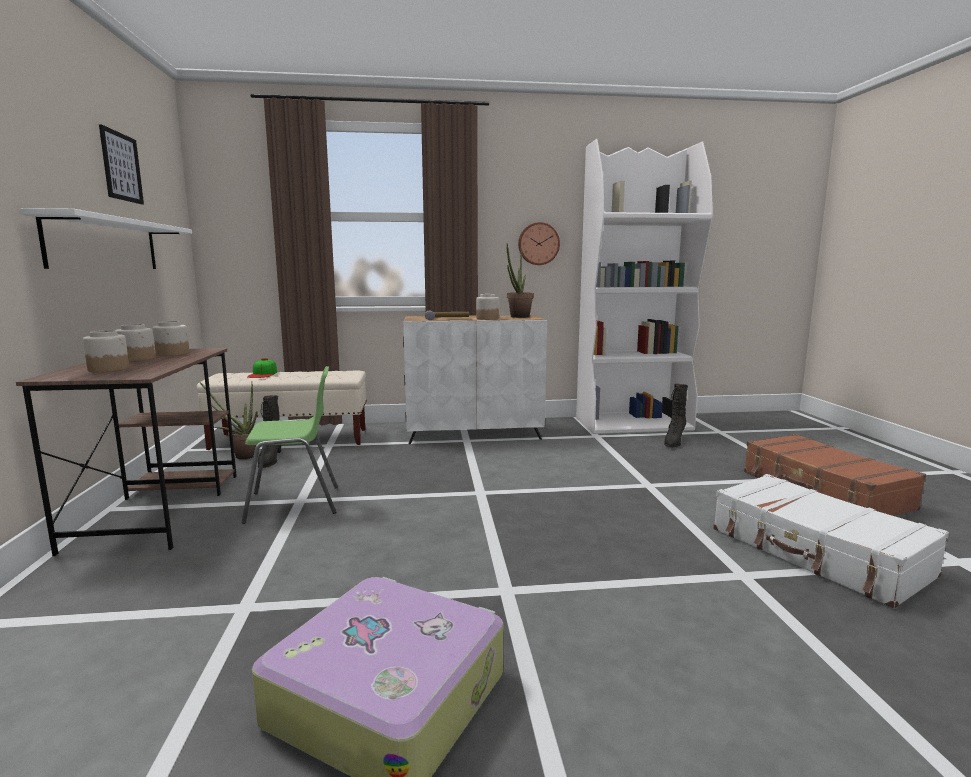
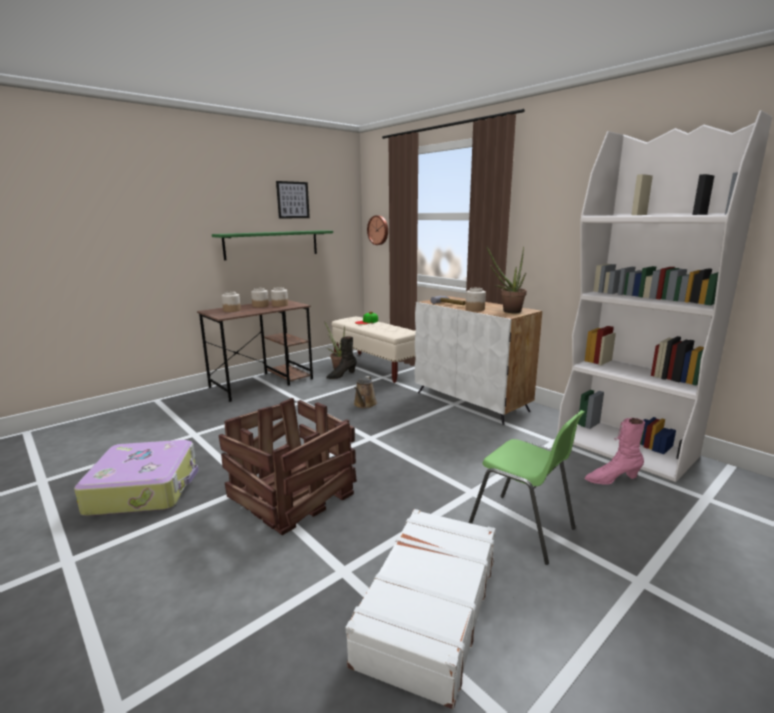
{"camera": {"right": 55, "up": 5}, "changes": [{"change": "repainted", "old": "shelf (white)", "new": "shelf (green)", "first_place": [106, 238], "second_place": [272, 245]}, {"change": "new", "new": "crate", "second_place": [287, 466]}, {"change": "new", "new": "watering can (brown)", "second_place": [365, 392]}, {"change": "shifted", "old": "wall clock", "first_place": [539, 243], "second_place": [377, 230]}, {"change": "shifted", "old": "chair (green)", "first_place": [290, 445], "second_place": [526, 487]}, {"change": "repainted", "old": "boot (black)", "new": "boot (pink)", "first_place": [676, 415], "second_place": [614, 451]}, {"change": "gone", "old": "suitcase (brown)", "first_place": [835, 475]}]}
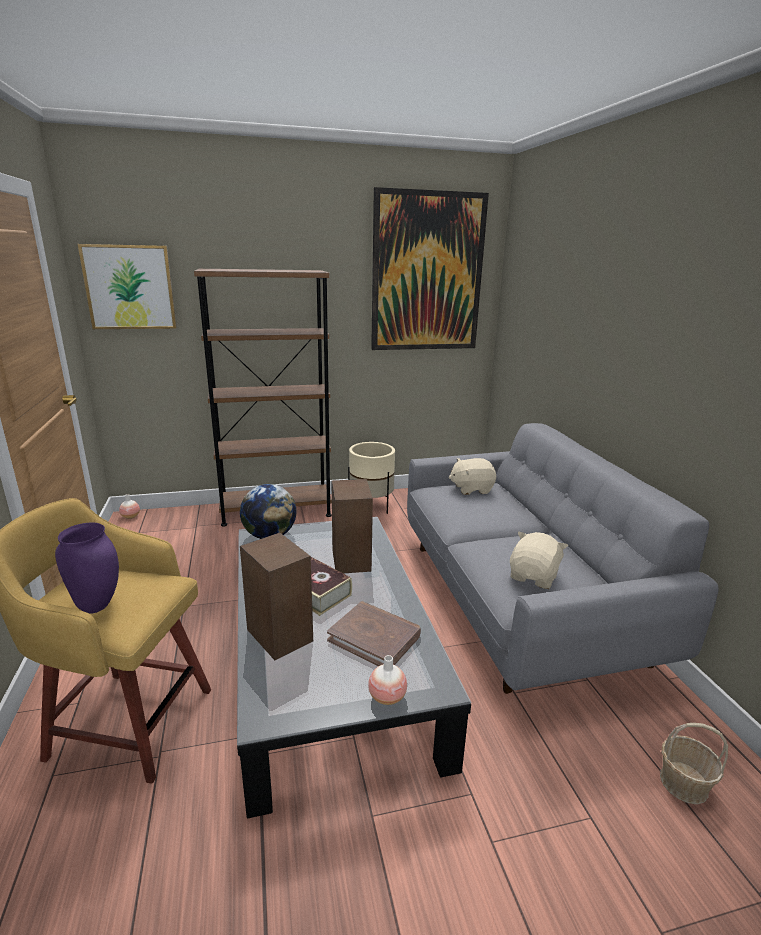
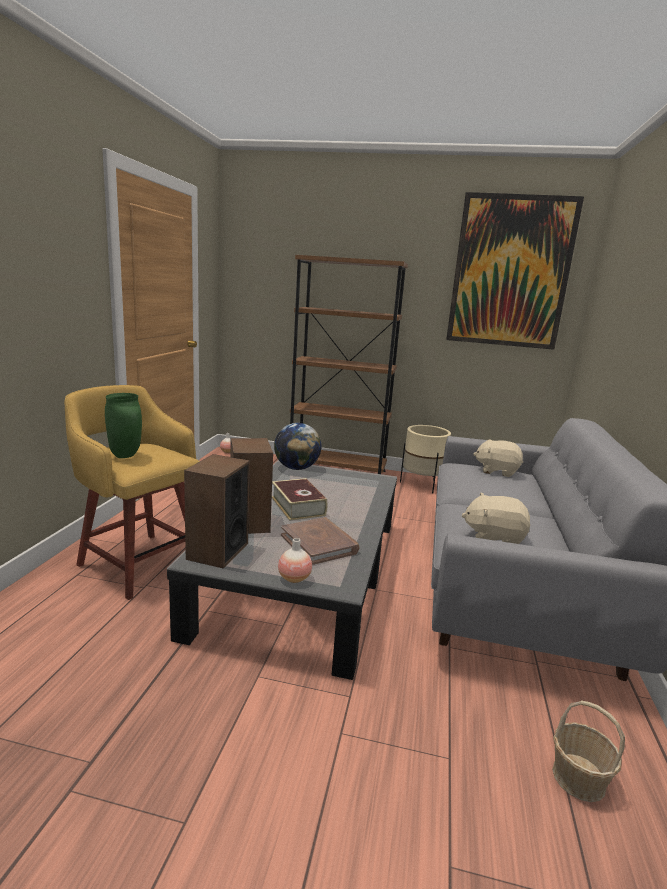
{"camera": {"right": 25, "up": -5}, "changes": [{"change": "repainted", "old": "vase (purple)", "new": "vase (green)", "first_place": [87, 568], "second_place": [123, 425]}, {"change": "shifted", "old": "speaker", "first_place": [352, 526], "second_place": [217, 511]}, {"change": "rotated", "old": "plush toy (beige)", "first_place": [539, 560], "second_place": [496, 518], "degrees": -135}, {"change": "gone", "old": "picture", "first_place": [127, 286]}]}
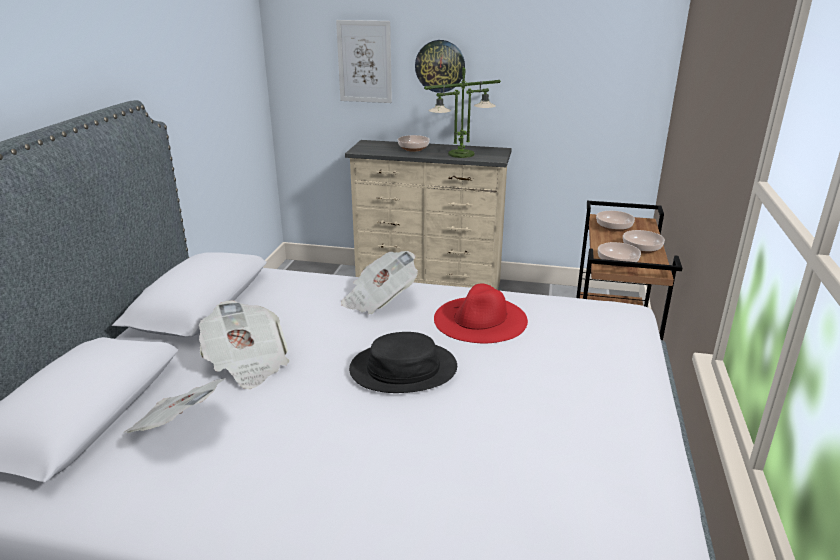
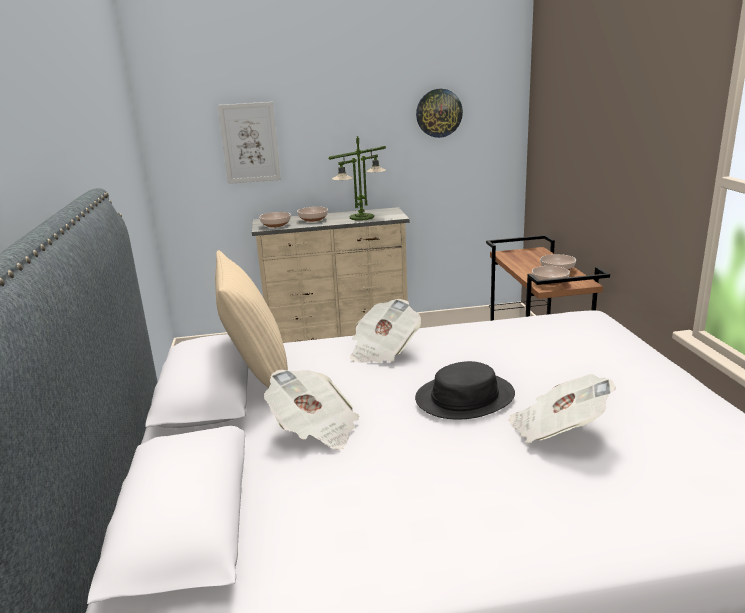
{"camera": {"right": -20, "up": -5}, "changes": [{"change": "new", "new": "pillow (beige)", "second_place": [251, 319]}, {"change": "shifted", "old": "bowl", "first_place": [615, 221], "second_place": [275, 219]}, {"change": "shifted", "old": "wall clock", "first_place": [440, 66], "second_place": [439, 113]}, {"change": "shifted", "old": "newspaper", "first_place": [175, 405], "second_place": [562, 408]}, {"change": "gone", "old": "hat (red)", "first_place": [481, 313]}]}
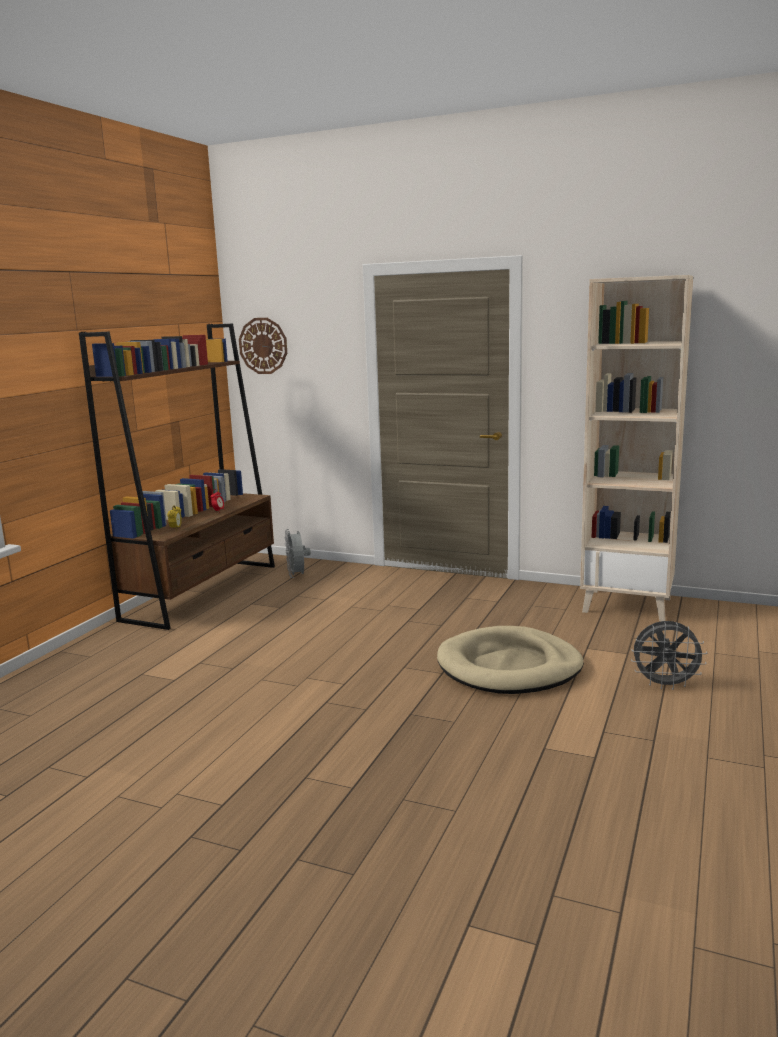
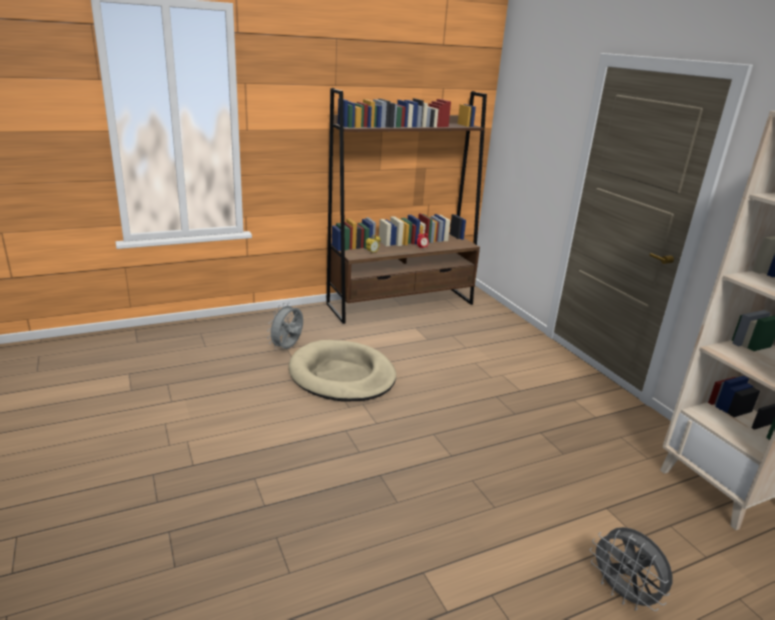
{"camera": {"right": 40, "up": 10}, "changes": [{"change": "shifted", "old": "fan (grey)", "first_place": [297, 553], "second_place": [285, 326]}, {"change": "shifted", "old": "dog bed (beige)", "first_place": [510, 660], "second_place": [342, 371]}, {"change": "gone", "old": "wall clock", "first_place": [263, 346]}]}
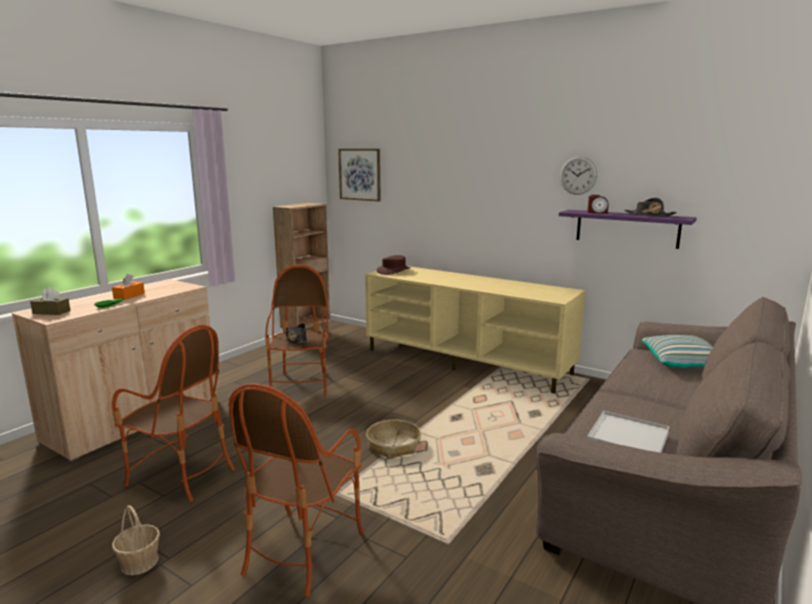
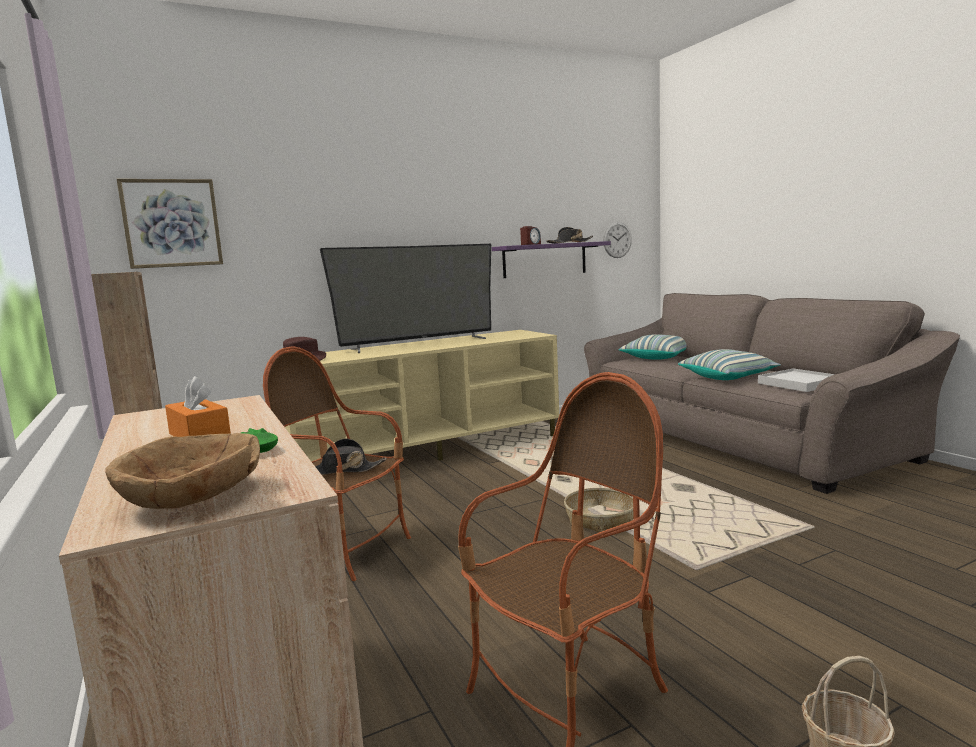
{"camera": {"right": -60, "up": -5}, "changes": [{"change": "swapped", "old": "tissue box (brown)", "new": "bowl (brown)", "first_place": [50, 301], "second_place": [182, 471]}, {"change": "new", "new": "television", "second_place": [405, 298]}, {"change": "shifted", "old": "wall clock", "first_place": [578, 175], "second_place": [617, 240]}, {"change": "new", "new": "pillow", "second_place": [729, 364]}, {"change": "gone", "old": "armchair", "first_place": [296, 490]}]}
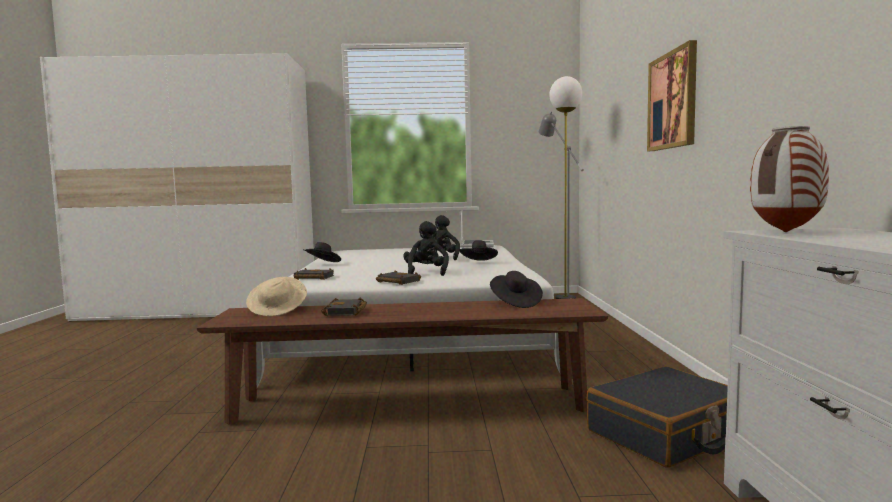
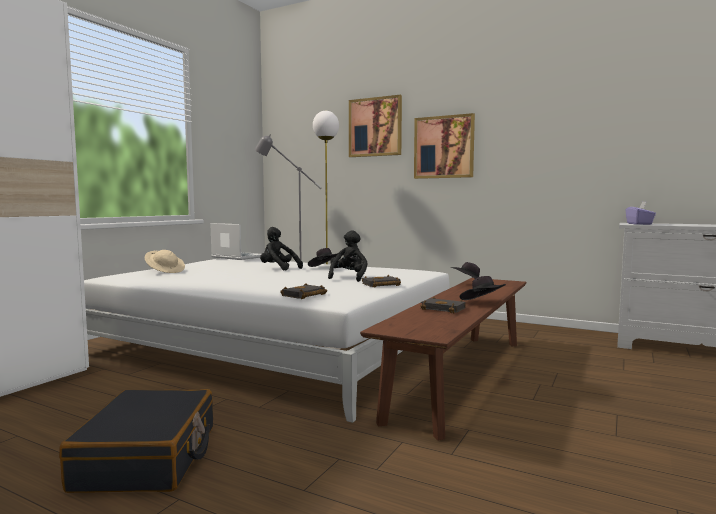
{"camera": {"right": -60, "up": 0}, "changes": [{"change": "shifted", "old": "suitcase (black)", "first_place": [657, 417], "second_place": [136, 441]}, {"change": "shifted", "old": "hat (beige)", "first_place": [276, 296], "second_place": [165, 261]}, {"change": "rotated", "old": "plush toy (black)", "first_place": [426, 248], "second_place": [348, 256], "degrees": 75}, {"change": "new", "new": "picture", "second_place": [375, 126]}, {"change": "shifted", "old": "hat (black)", "first_place": [322, 252], "second_place": [483, 288]}, {"change": "swapped", "old": "vase", "new": "tissue box (purple)", "first_place": [789, 179], "second_place": [641, 213]}]}
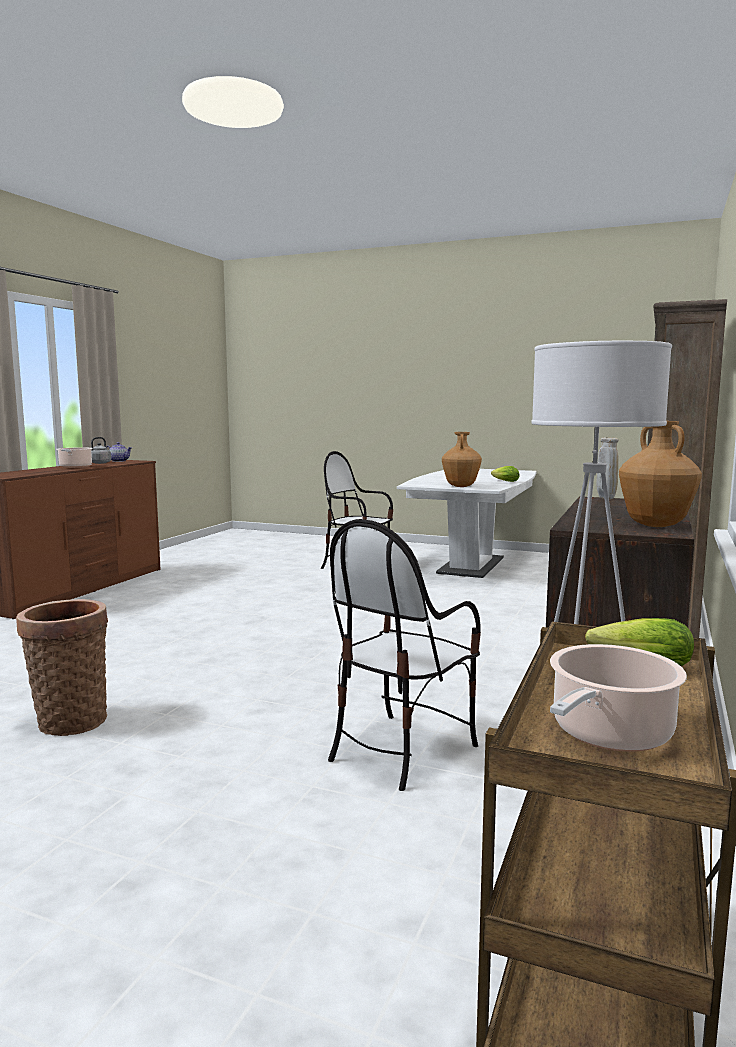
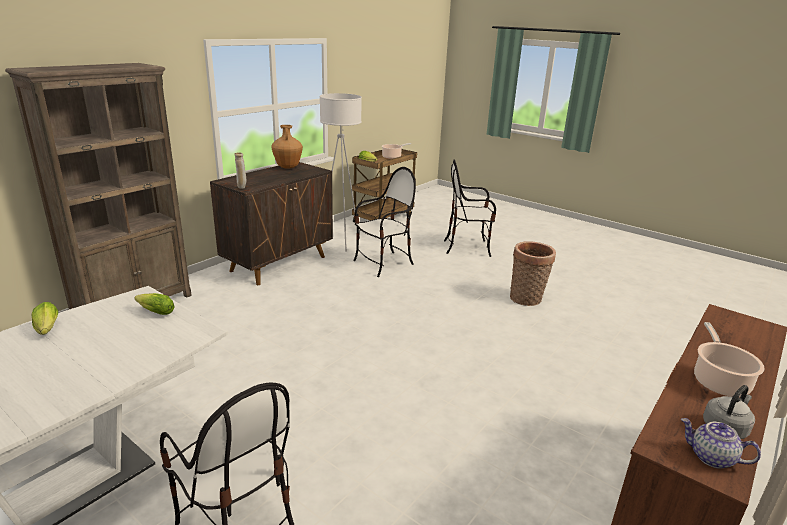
{"camera": {"right": -165, "up": 15}, "changes": [{"change": "swapped", "old": "vase (brown)", "new": "lettuce", "first_place": [462, 459], "second_place": [154, 304]}, {"change": "new", "new": "chair", "second_place": [470, 208]}]}
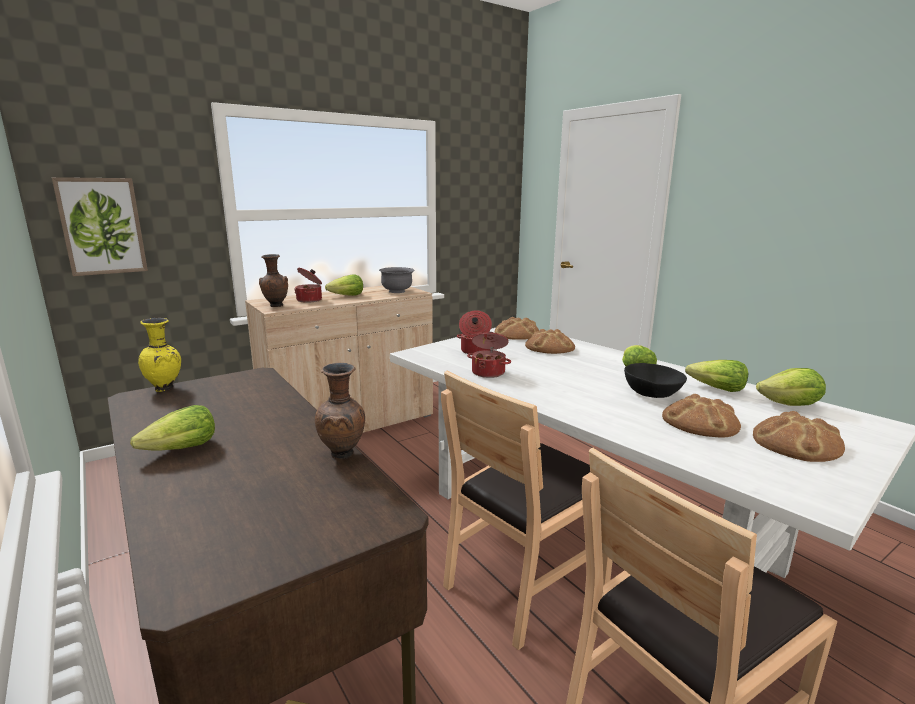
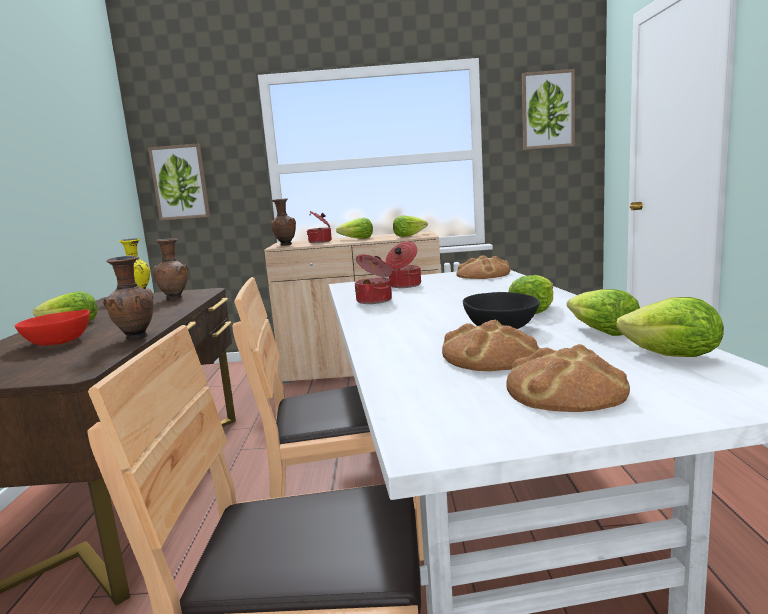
{"camera": {"right": 35, "up": -5}, "changes": [{"change": "new", "new": "bowl (red)", "second_place": [52, 327]}, {"change": "new", "new": "vase (brown)", "second_place": [170, 269]}, {"change": "swapped", "old": "bowl (grey)", "new": "lettuce", "first_place": [396, 280], "second_place": [410, 226]}, {"change": "new", "new": "picture", "second_place": [548, 109]}, {"change": "gone", "old": "bread", "first_place": [550, 341]}]}
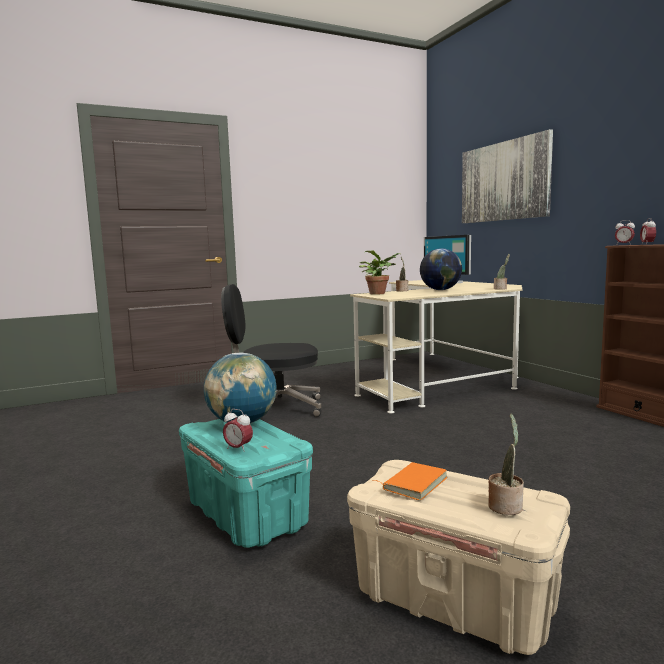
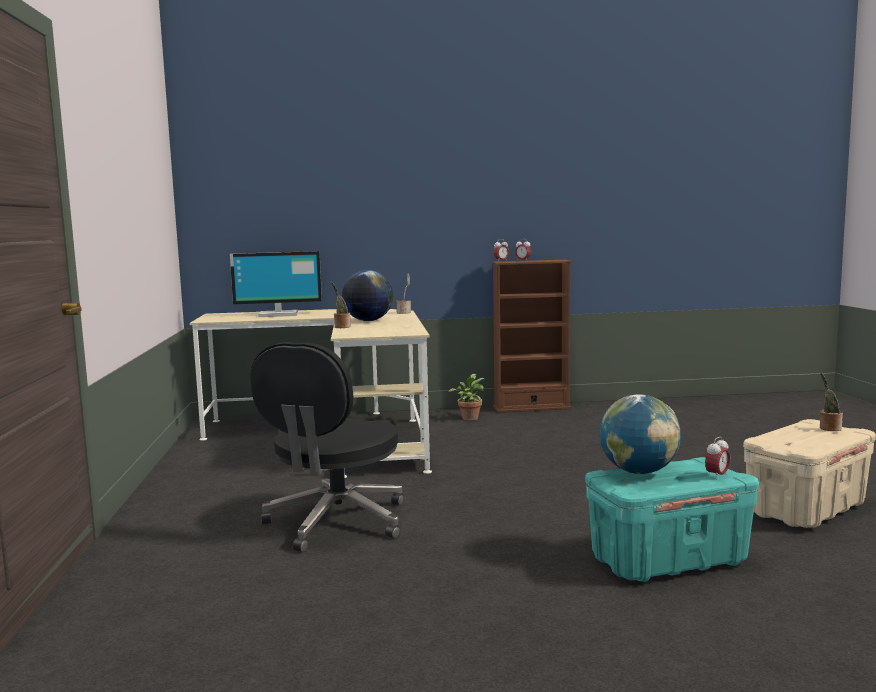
{"camera": {"right": -70, "up": 0}, "changes": [{"change": "shifted", "old": "potted plant", "first_place": [380, 272], "second_place": [466, 397]}, {"change": "gone", "old": "book (orange)", "first_place": [409, 481]}, {"change": "gone", "old": "picture", "first_place": [507, 176]}]}
